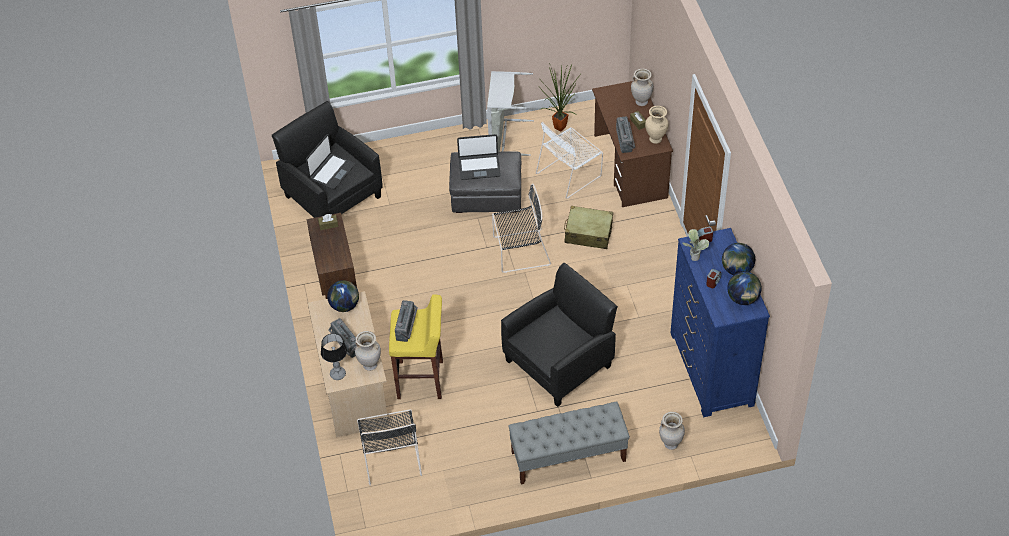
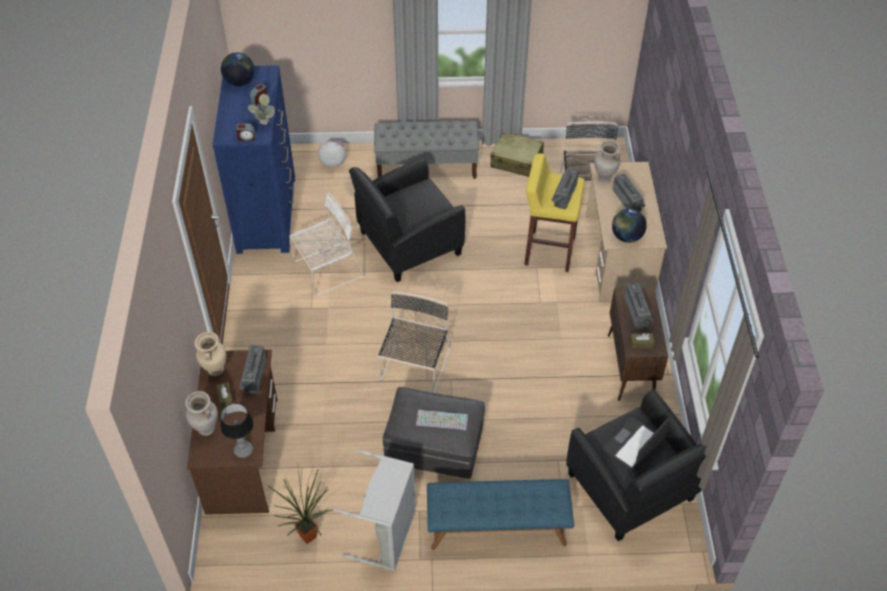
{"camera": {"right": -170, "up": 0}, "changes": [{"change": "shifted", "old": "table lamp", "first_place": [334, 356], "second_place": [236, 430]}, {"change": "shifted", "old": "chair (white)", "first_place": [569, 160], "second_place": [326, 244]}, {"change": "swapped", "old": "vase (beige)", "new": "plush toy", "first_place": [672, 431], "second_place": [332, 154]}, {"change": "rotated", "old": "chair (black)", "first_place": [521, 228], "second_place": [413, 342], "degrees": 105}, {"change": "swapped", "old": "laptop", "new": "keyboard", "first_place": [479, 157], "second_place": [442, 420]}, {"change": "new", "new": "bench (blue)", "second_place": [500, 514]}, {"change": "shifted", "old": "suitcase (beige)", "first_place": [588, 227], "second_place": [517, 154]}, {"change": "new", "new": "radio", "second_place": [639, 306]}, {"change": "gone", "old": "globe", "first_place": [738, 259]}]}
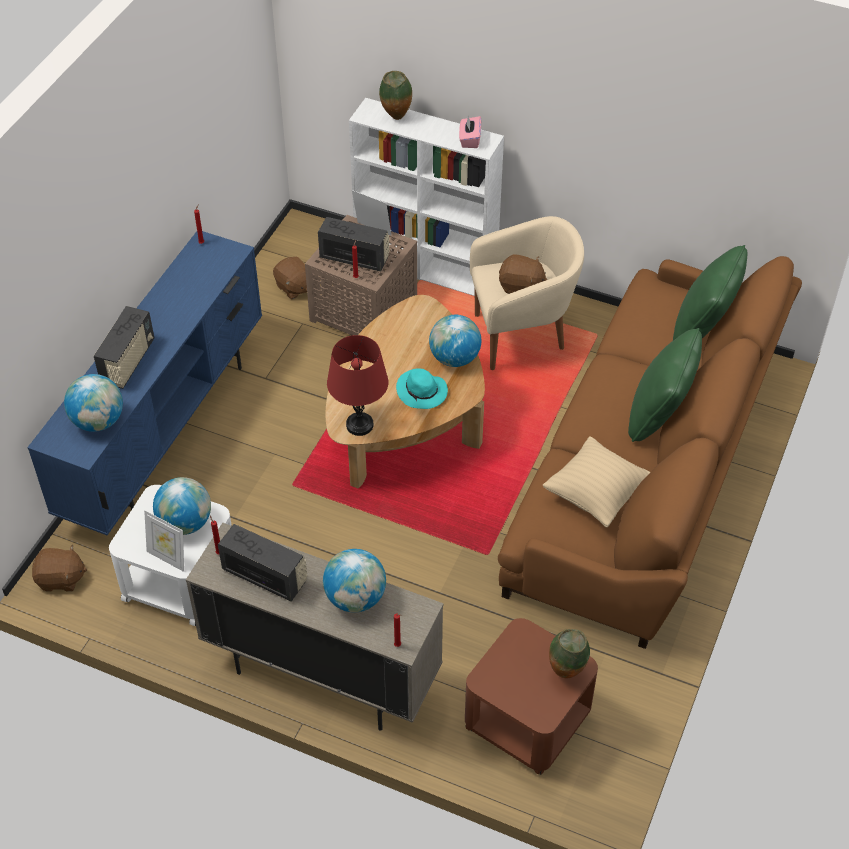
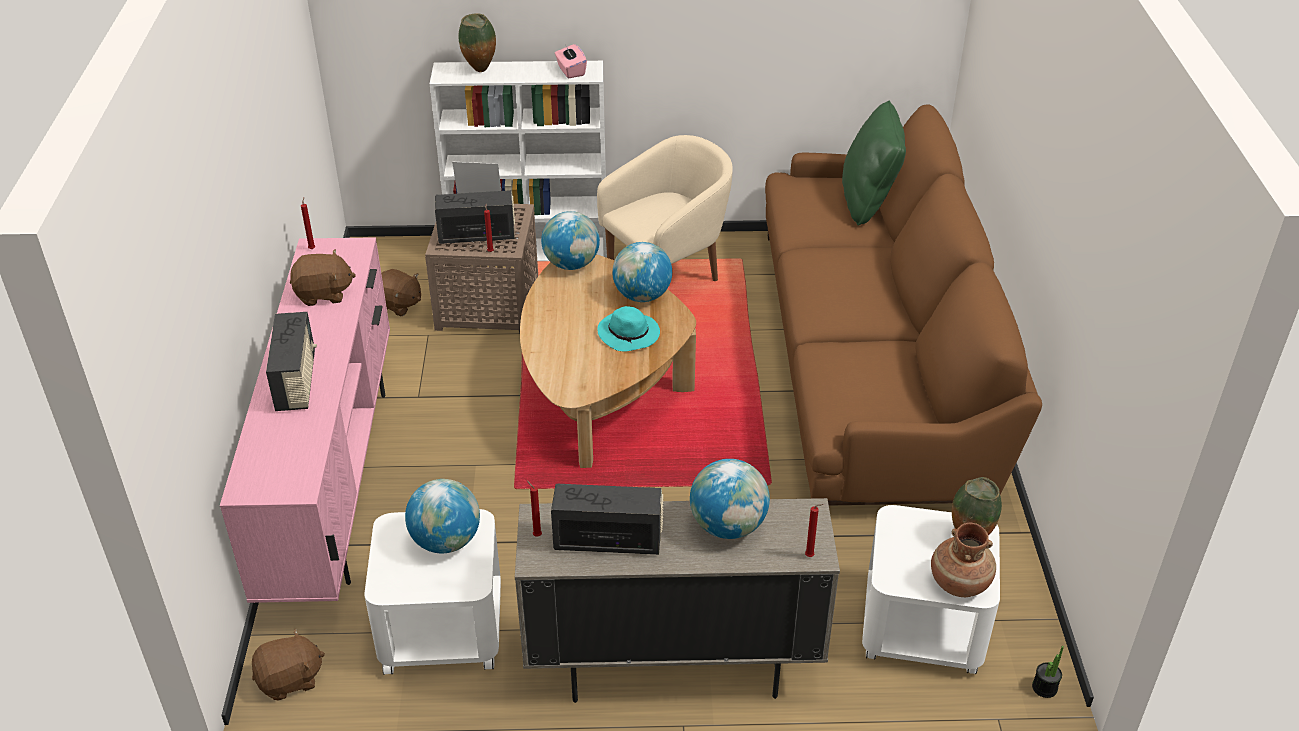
{"camera": {"right": -25, "up": -10}, "changes": [{"change": "repainted", "old": "tv stand (blue)", "new": "tv stand (pink)", "first_place": [144, 383], "second_place": [305, 420]}, {"change": "shifted", "old": "plush toy (brown)", "first_place": [523, 274], "second_place": [323, 277]}, {"change": "shifted", "old": "globe", "first_place": [93, 403], "second_place": [570, 240]}, {"change": "repainted", "old": "side table (brown)", "new": "side table (white)", "first_place": [531, 696], "second_place": [931, 589]}, {"change": "new", "new": "vase (brown)", "second_place": [963, 560]}, {"change": "new", "new": "potted plant", "second_place": [1048, 672]}, {"change": "gone", "old": "picture frame", "first_place": [164, 541]}, {"change": "gone", "old": "table lamp (red)", "first_place": [357, 385]}, {"change": "gone", "old": "pillow (beige)", "first_place": [596, 482]}, {"change": "gone", "old": "pillow (green)", "first_place": [665, 385]}]}
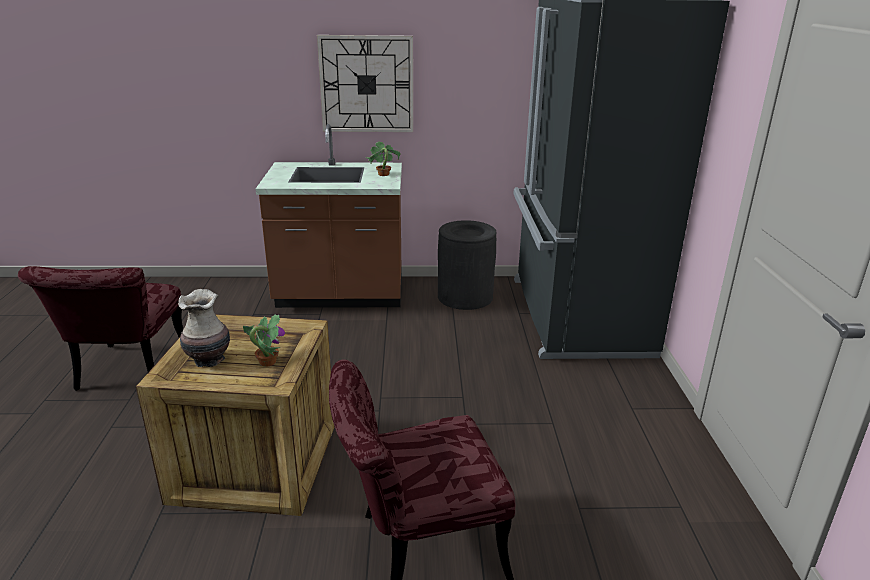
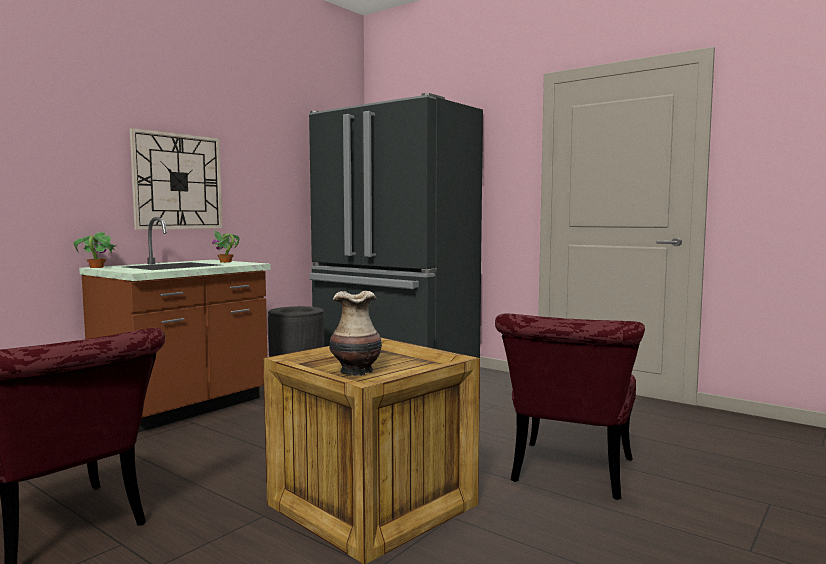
{"camera": {"right": -50, "up": -20}, "changes": [{"change": "shifted", "old": "potted plant", "first_place": [264, 340], "second_place": [95, 250]}]}
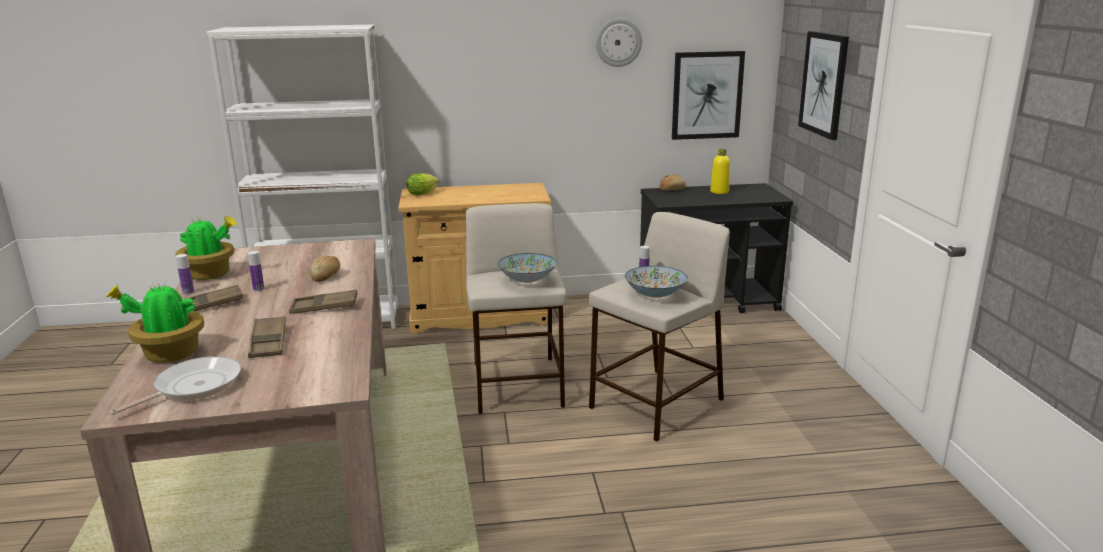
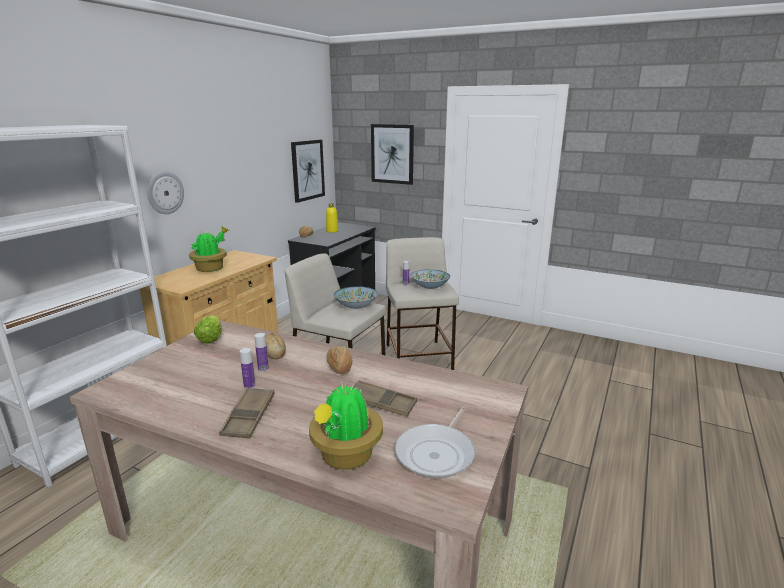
{"camera": {"right": -55, "up": 0}, "changes": [{"change": "shifted", "old": "wall clock", "first_place": [619, 42], "second_place": [165, 192]}, {"change": "shifted", "old": "potted plant", "first_place": [206, 247], "second_place": [209, 249]}, {"change": "shifted", "old": "lettuce", "first_place": [422, 184], "second_place": [208, 329]}, {"change": "shifted", "old": "bottle", "first_place": [185, 274], "second_place": [262, 352]}, {"change": "swapped", "old": "tray (brown)", "new": "bread", "first_place": [323, 302], "second_place": [339, 360]}, {"change": "rotated", "old": "frying pan", "first_place": [175, 385], "second_place": [435, 443], "degrees": -135}]}
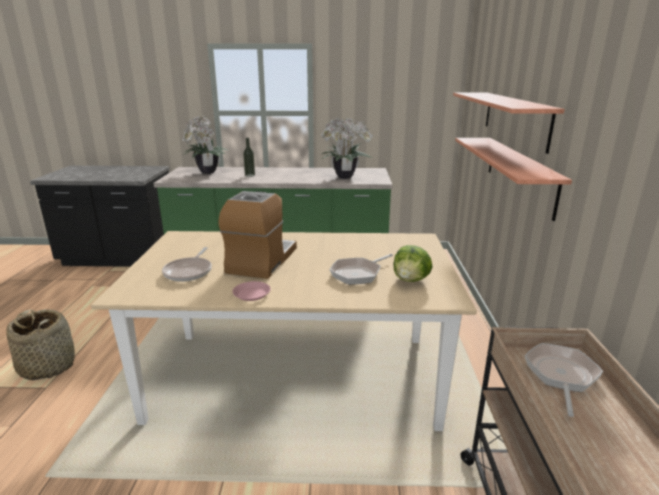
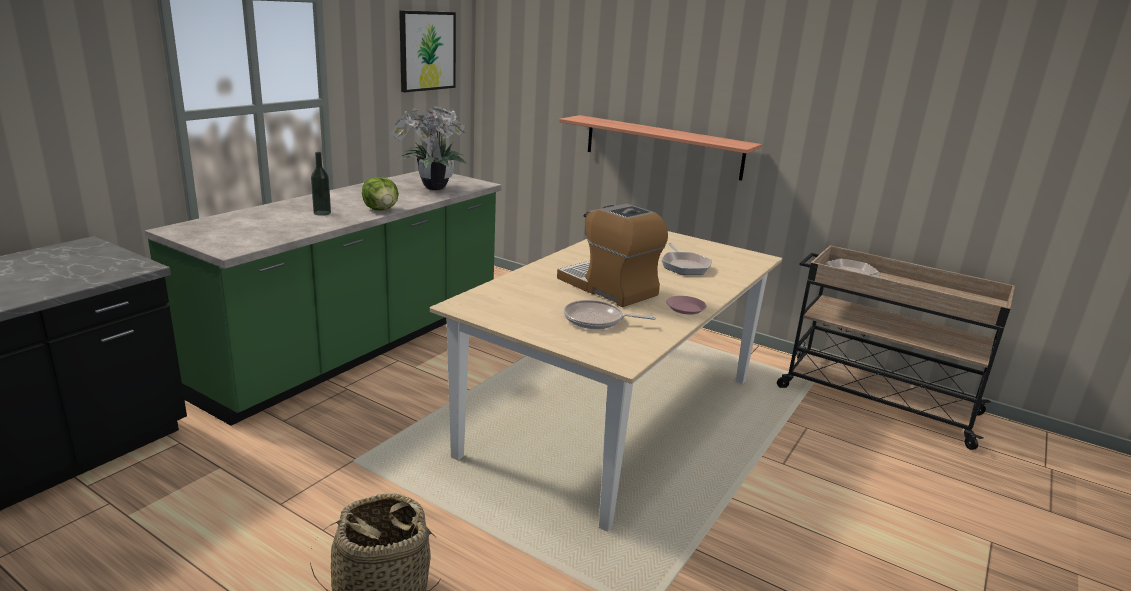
{"camera": {"right": -60, "up": 0}, "changes": [{"change": "shifted", "old": "lettuce", "first_place": [413, 263], "second_place": [380, 194]}, {"change": "new", "new": "picture", "second_place": [427, 51]}, {"change": "rotated", "old": "frying pan", "first_place": [187, 264], "second_place": [610, 314], "degrees": 150}, {"change": "gone", "old": "potted plant", "first_place": [206, 145]}, {"change": "gone", "old": "shelf", "first_place": [509, 123]}]}
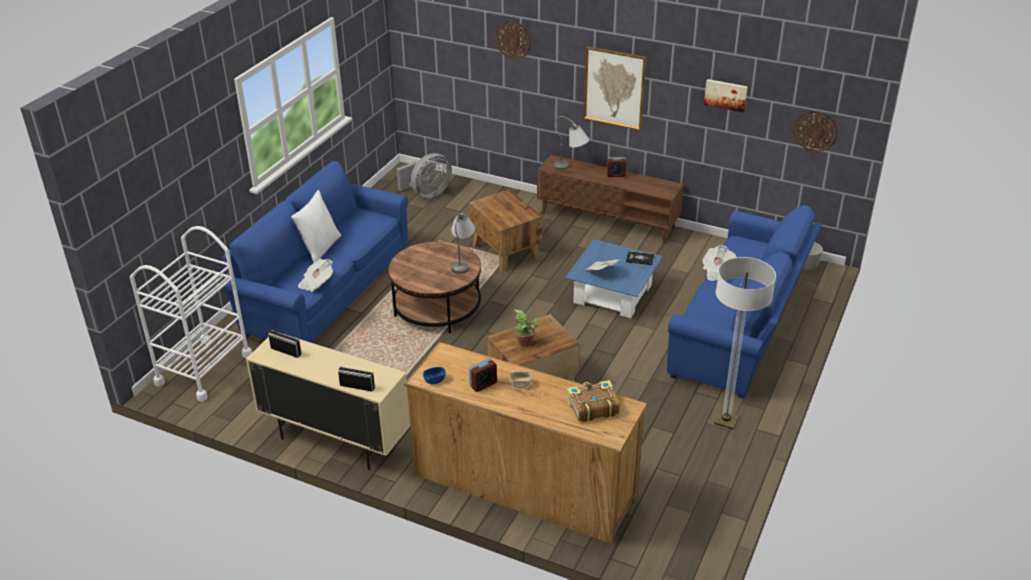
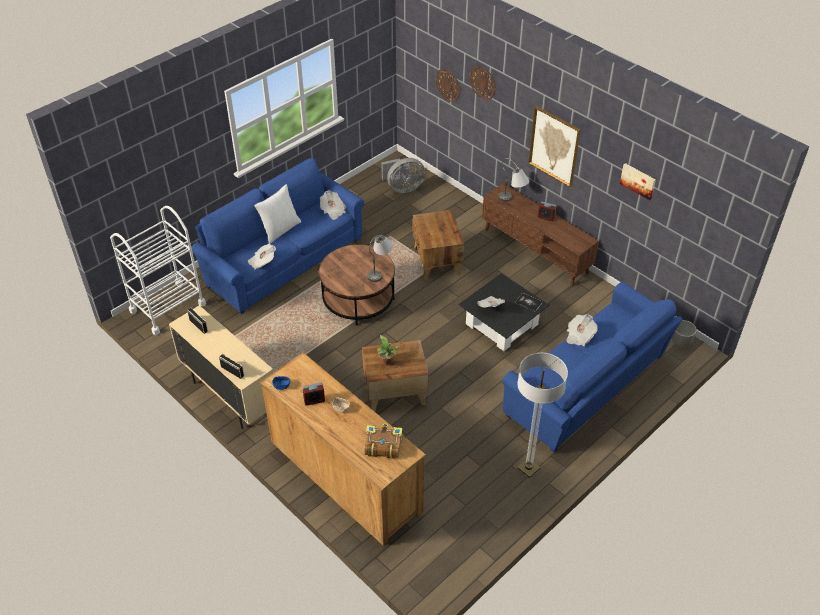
{"camera": {"right": 20, "up": 10}, "changes": [{"change": "new", "new": "newspaper", "second_place": [333, 205]}, {"change": "shifted", "old": "wall clock", "first_place": [815, 131], "second_place": [448, 85]}, {"change": "repainted", "old": "coffee table (blue)", "new": "coffee table (black)", "first_place": [614, 278], "second_place": [503, 312]}]}
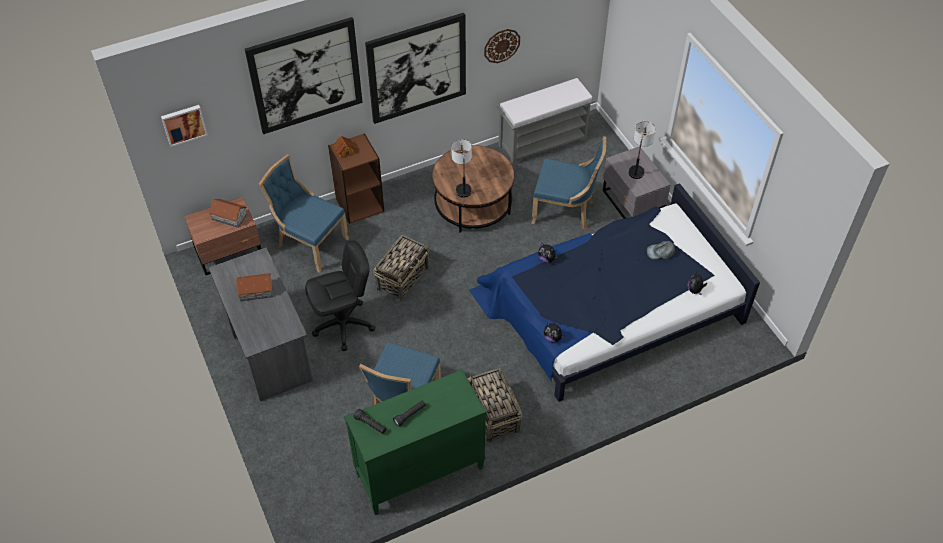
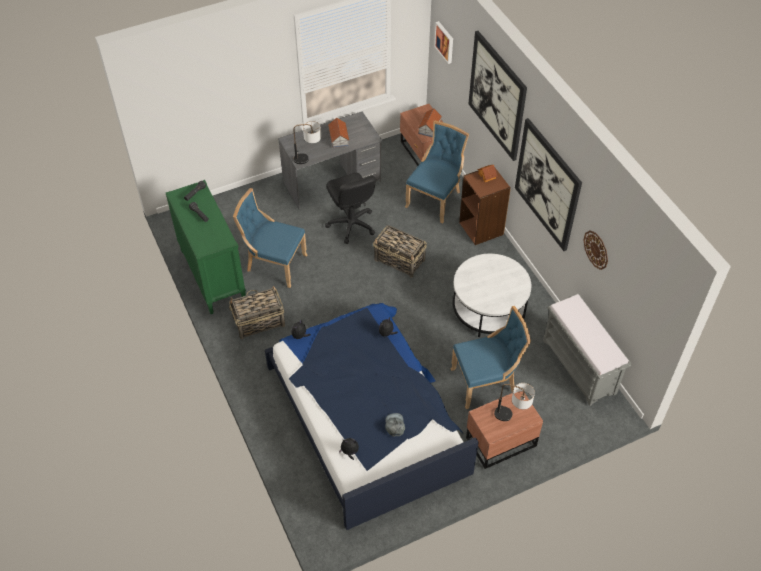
{"camera": {"right": 90, "up": 0}, "changes": [{"change": "shifted", "old": "table lamp", "first_place": [462, 168], "second_place": [307, 142]}, {"change": "rotated", "old": "chair (blue)", "first_place": [568, 183], "second_place": [490, 357], "degrees": -120}, {"change": "repainted", "old": "coffee table (brown)", "new": "coffee table (white)", "first_place": [473, 189], "second_place": [492, 295]}, {"change": "repainted", "old": "nightstand (grey)", "new": "nightstand (brown)", "first_place": [637, 182], "second_place": [504, 430]}]}
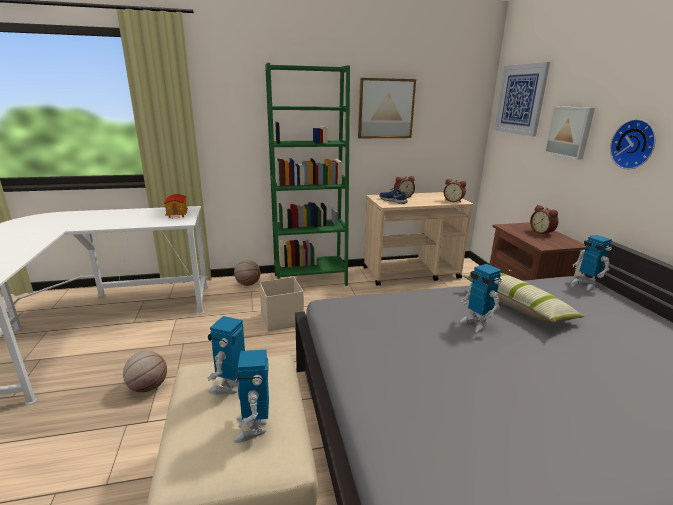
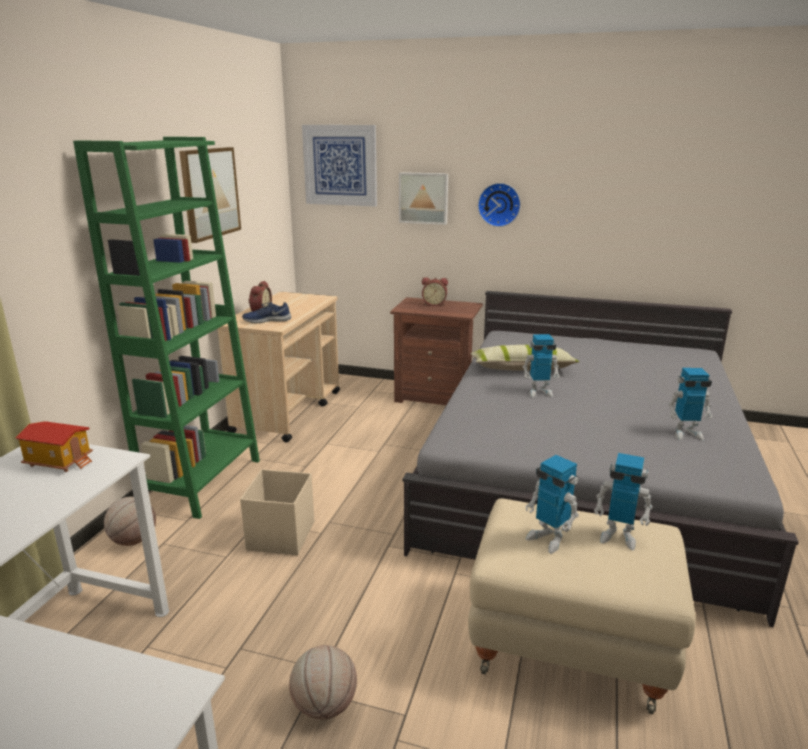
{"camera": {"right": -60, "up": 0}, "changes": [{"change": "shifted", "old": "toy robot", "first_place": [591, 263], "second_place": [690, 404]}, {"change": "gone", "old": "alarm clock", "first_place": [455, 191]}]}
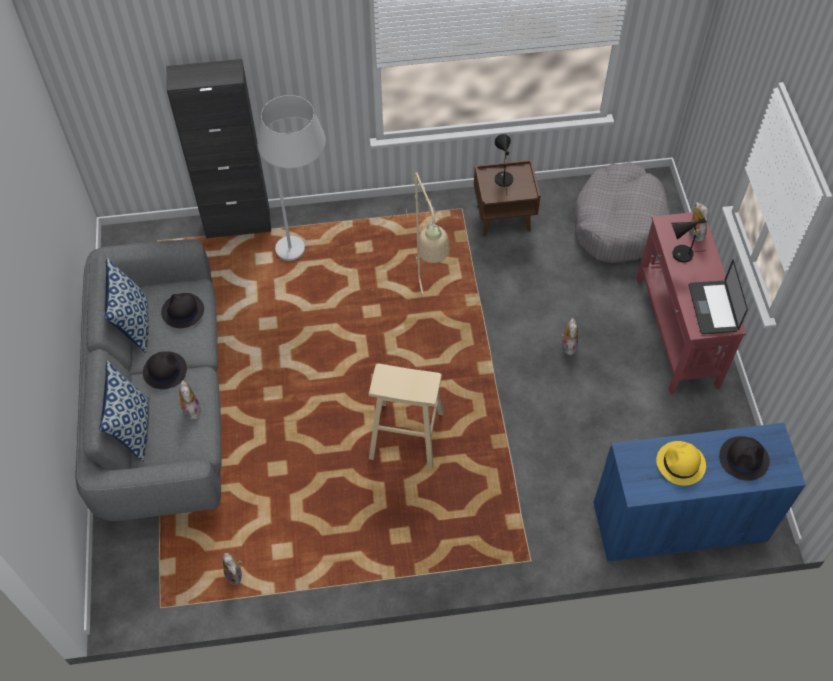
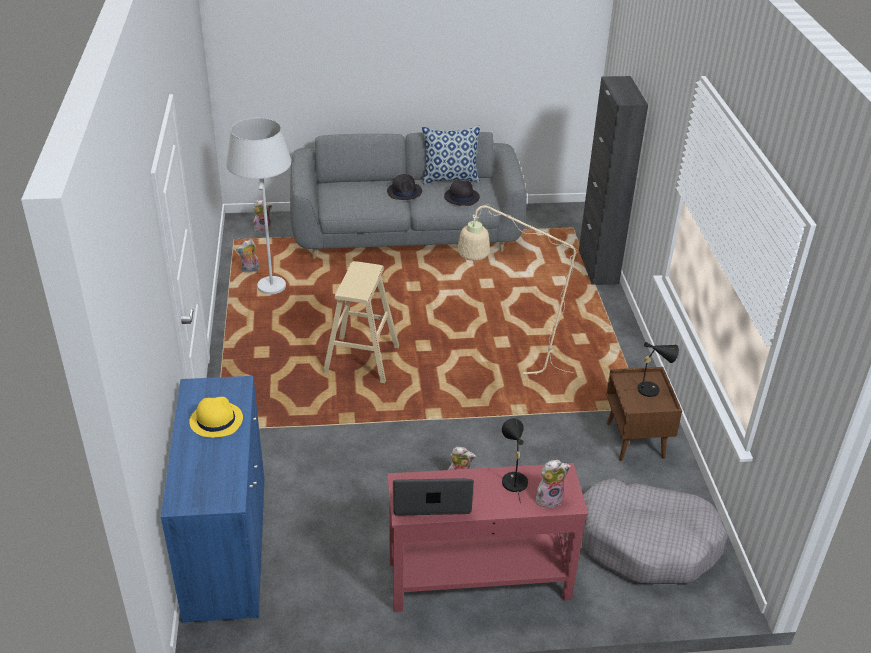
{"camera": {"right": 90, "up": -20}, "changes": [{"change": "shifted", "old": "floor lamp (white)", "first_place": [291, 178], "second_place": [258, 206]}, {"change": "shifted", "old": "plush toy", "first_place": [189, 400], "second_place": [262, 216]}, {"change": "gone", "old": "pillow", "first_place": [124, 411]}, {"change": "gone", "old": "hat (black)", "first_place": [744, 458]}]}
